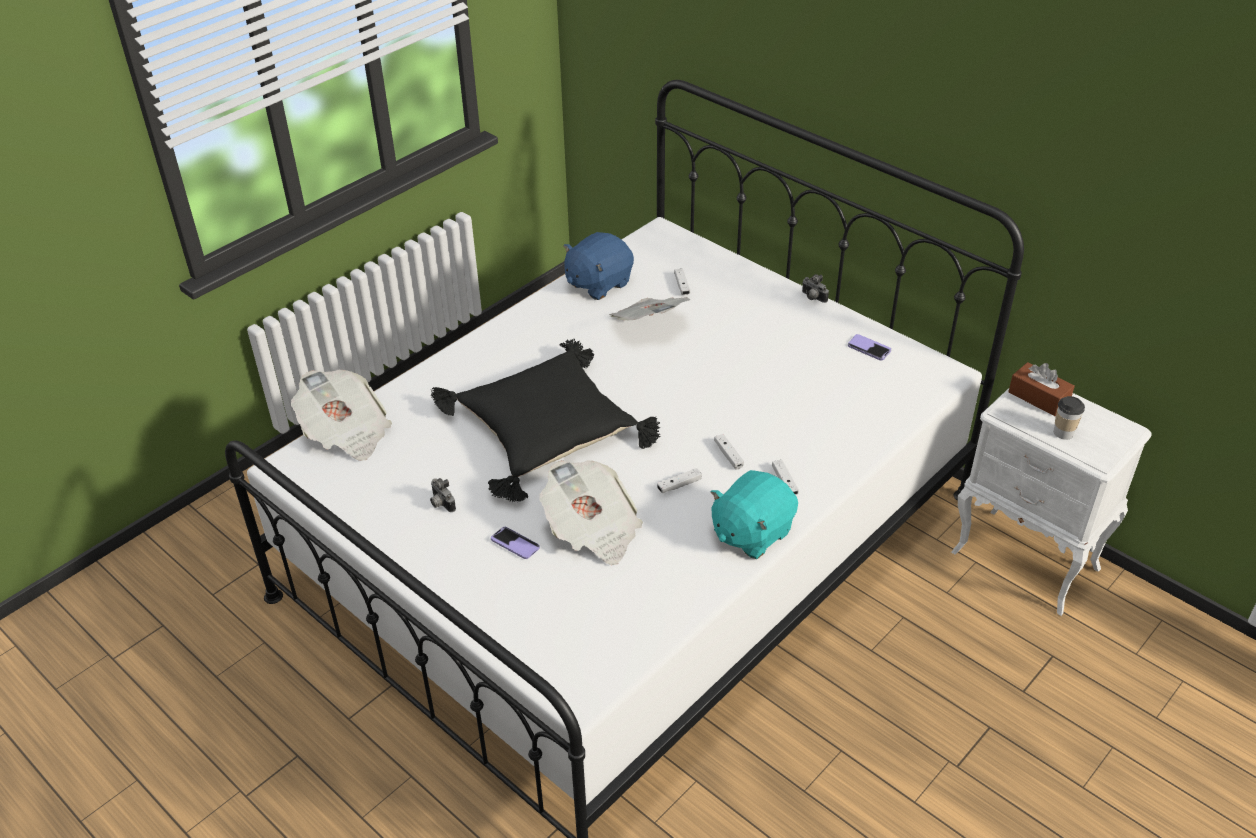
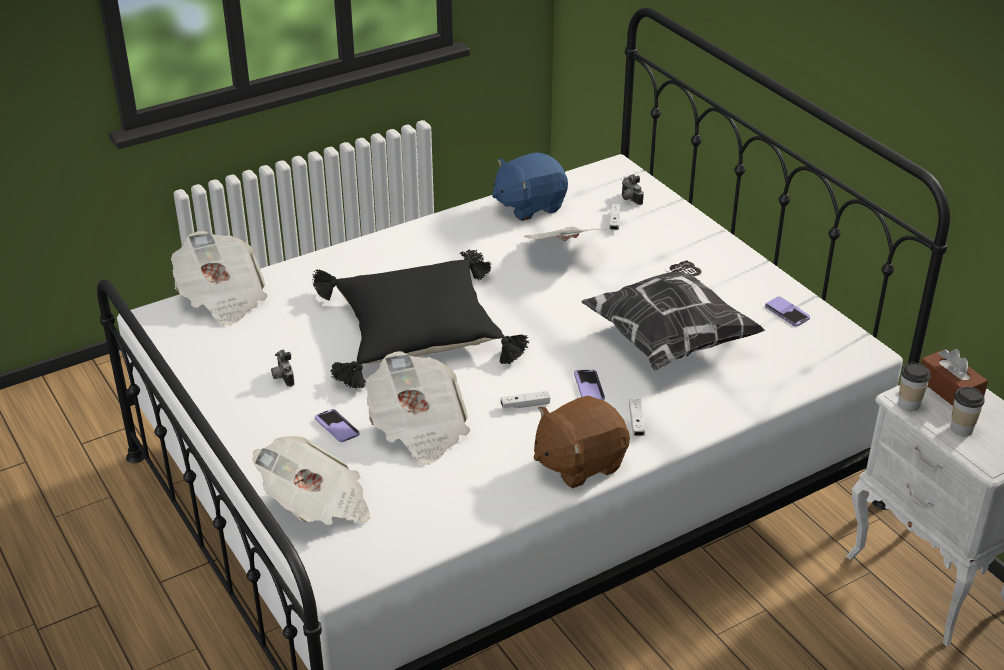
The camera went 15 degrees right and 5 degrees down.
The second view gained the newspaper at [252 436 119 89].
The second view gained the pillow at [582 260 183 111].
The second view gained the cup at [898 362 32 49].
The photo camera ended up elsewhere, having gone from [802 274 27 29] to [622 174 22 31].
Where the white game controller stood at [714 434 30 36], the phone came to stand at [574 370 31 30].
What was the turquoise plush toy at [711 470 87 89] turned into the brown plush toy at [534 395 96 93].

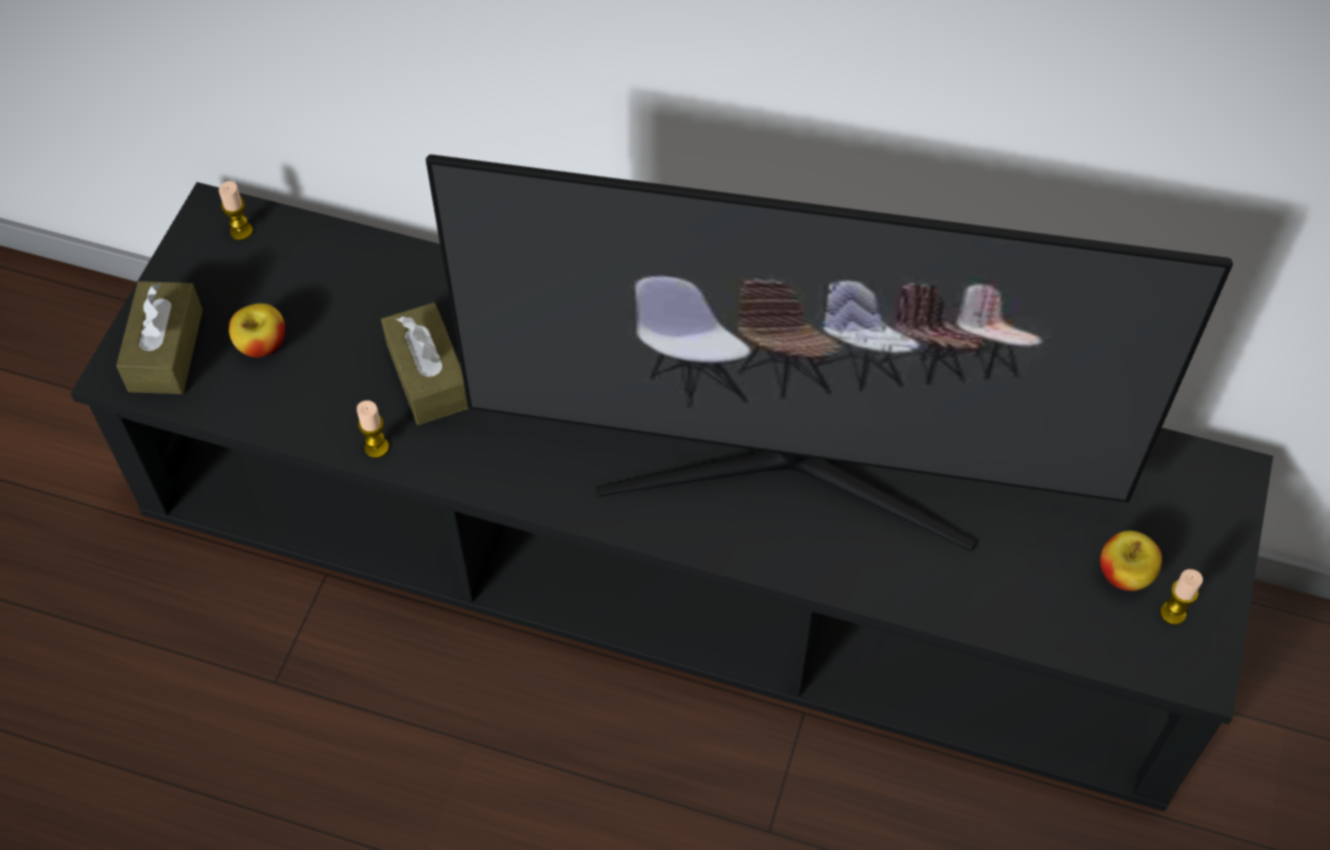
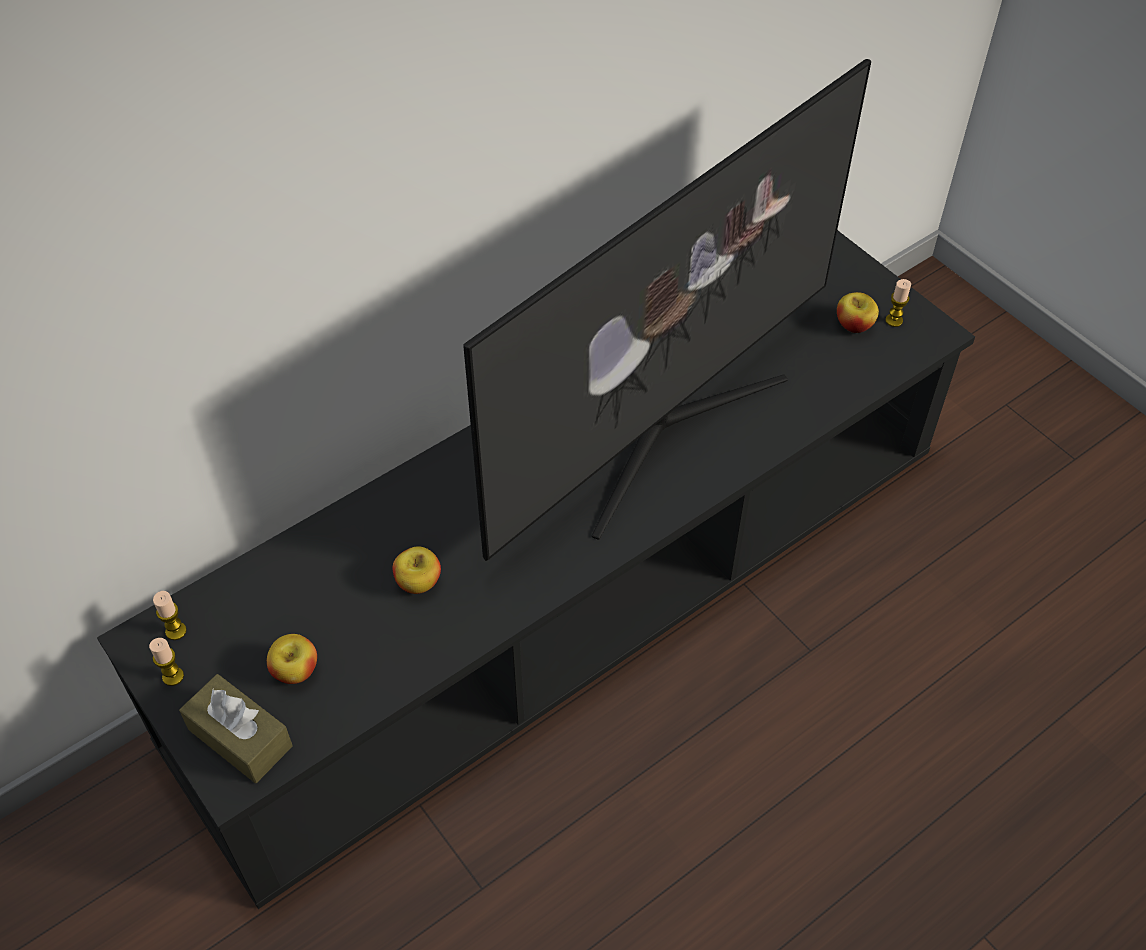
The camera went 55 degrees left and 5 degrees down.
The candle ended up elsewhere, having gone from [357 400 32 58] to [149 638 35 48].
Where the brown tissue box stood at [381 302 88 123], the apple came to stand at [393 547 48 47].

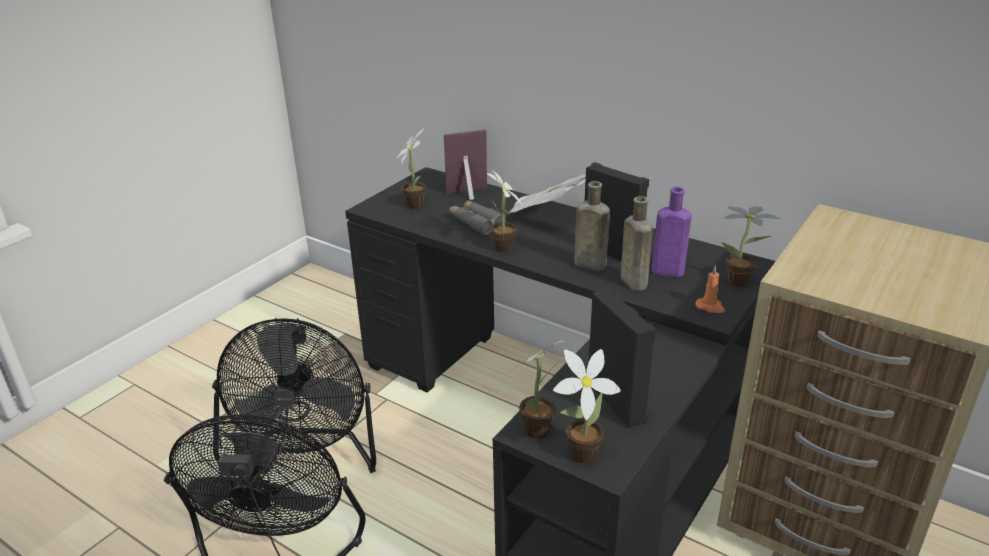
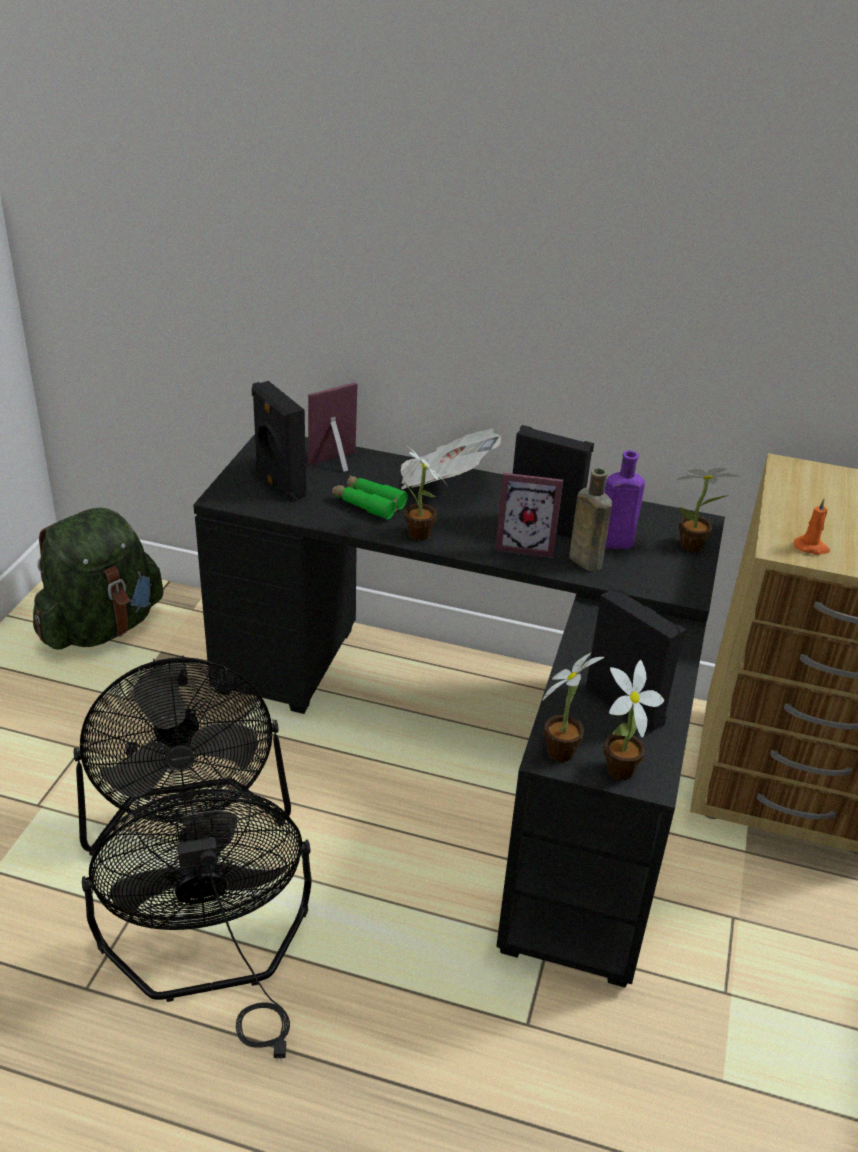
The camera went 20 degrees left and 5 degrees up.
The second view gained the green backpack at [33 507 131 143].
The orange candle ended up elsewhere, having gone from [695 265 30 48] to [794 499 36 56].
Where the potted plant stood at [396 128 30 81], the black speaker came to stand at [252 381 54 121].
Where the brown bottle stood at [574 181 36 90], the picture frame came to stand at [495 473 68 85].
What was the grey binoculars at [449 201 57 34] turned into the green binoculars at [332 475 75 45].

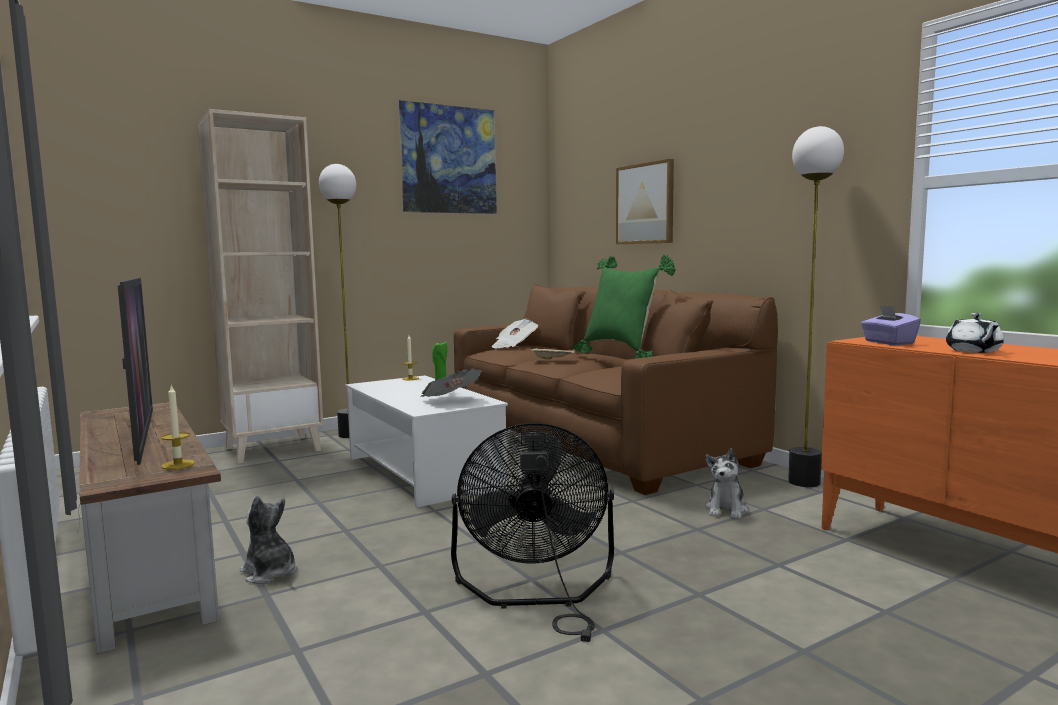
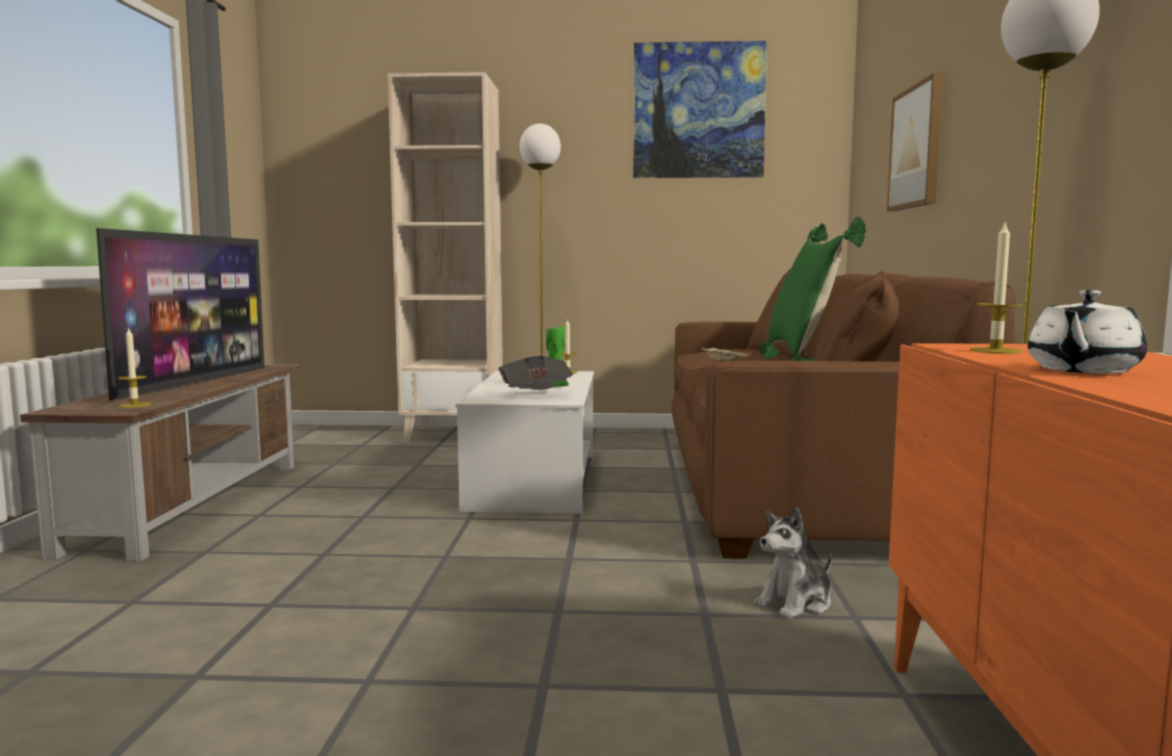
The camera went 35 degrees right and 0 degrees up.
The second view lost the plush toy at [240 496 57 88].
The second view lost the black fan at [451 423 163 219].
The second view lost the newspaper at [491 319 47 29].
Where the purple tissue box stood at [861 305 60 40], the candle came to stand at [970 220 53 134].

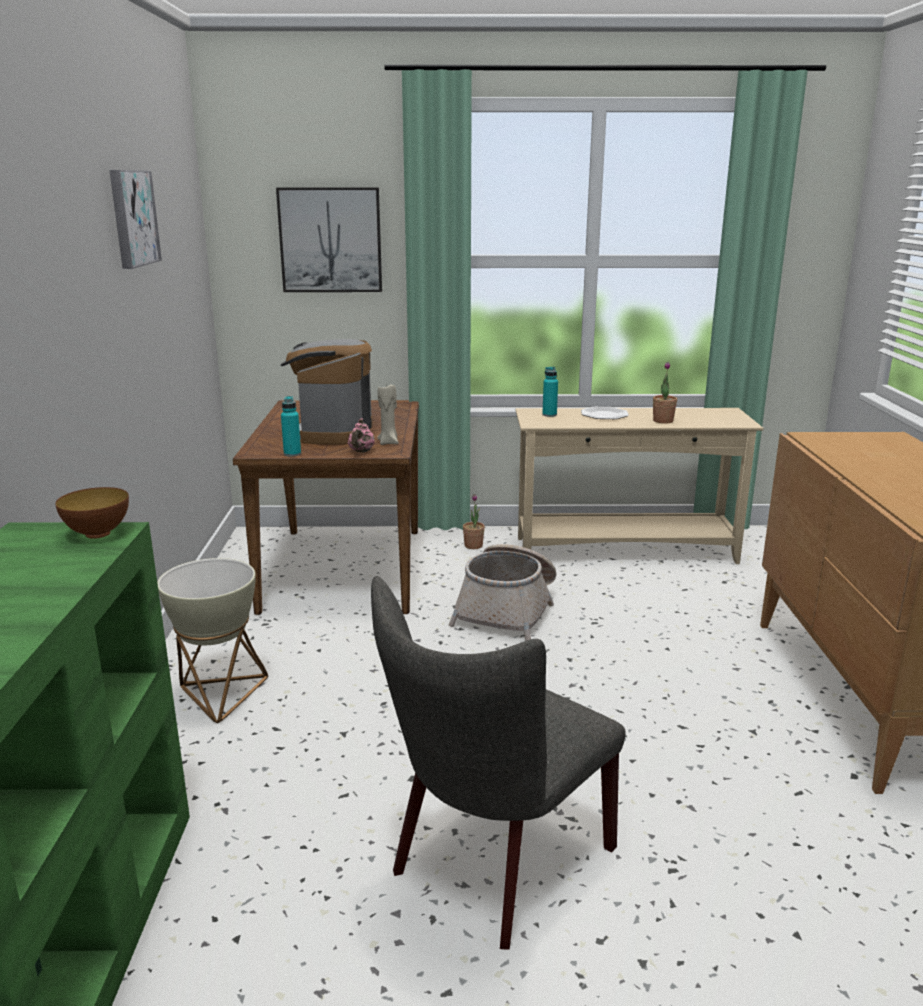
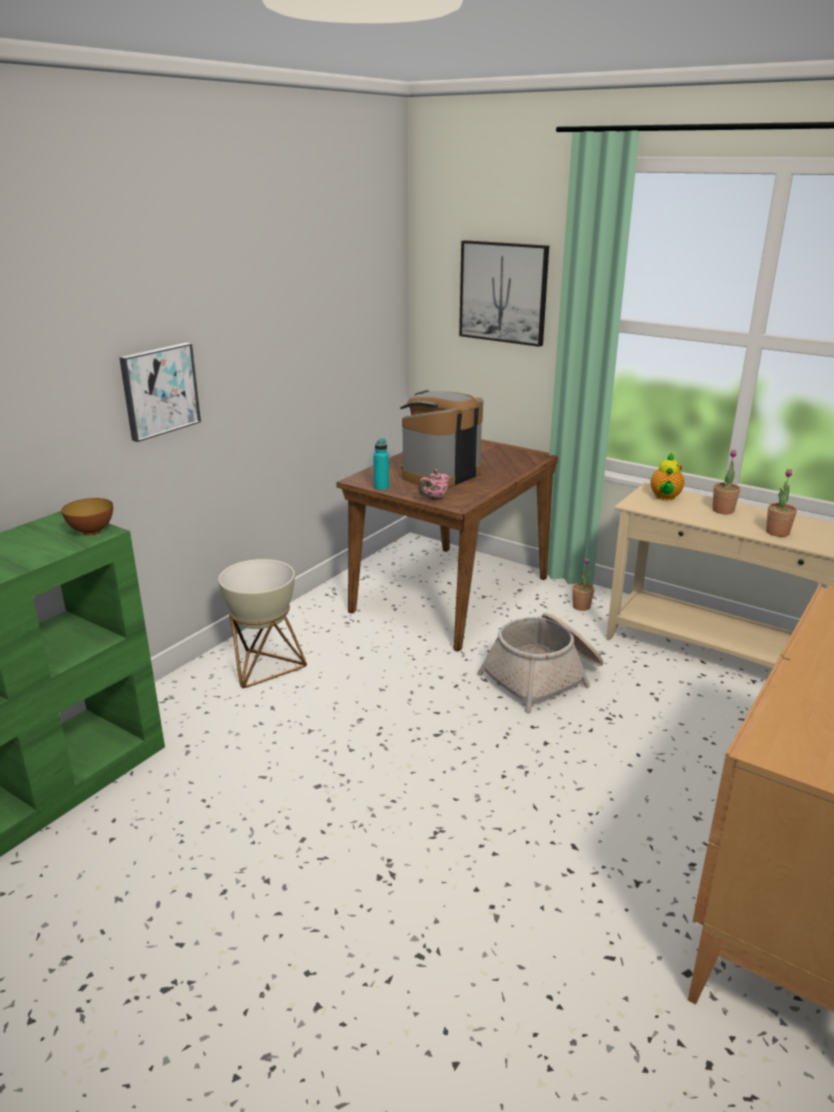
The camera went 35 degrees right and 5 degrees up.
The second view lost the grey chair at [371 576 254 374].
The second view lost the beige candle at [377 382 22 63].
The picture ended up elsewhere, having gone from [109 170 53 99] to [119 343 82 99].
Where the turquoise bottle stood at [542 367 16 50], the teapot came to stand at [650 453 34 48].
Where the plate stood at [581 407 48 12], the potted plant came to stand at [712 450 28 64].

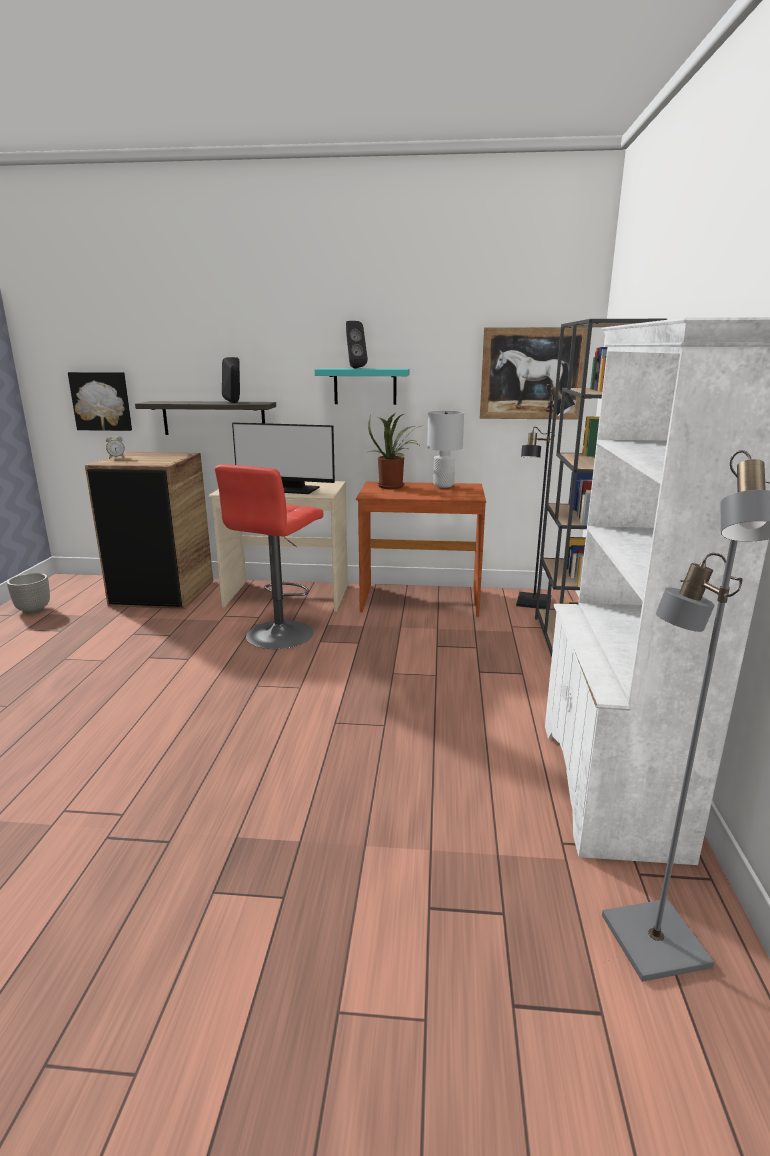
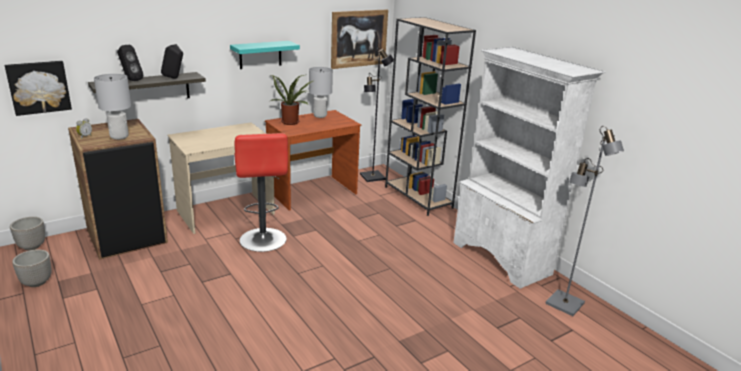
The camera went 40 degrees left and 5 degrees up.
The second view lost the monitor at [232 422 103 72].
The second view gained the planter at [10 217 35 33].
The second view gained the grey table lamp at [94 74 37 66].
The black speaker ended up elsewhere, having gone from [346 321 22 48] to [117 45 27 36].

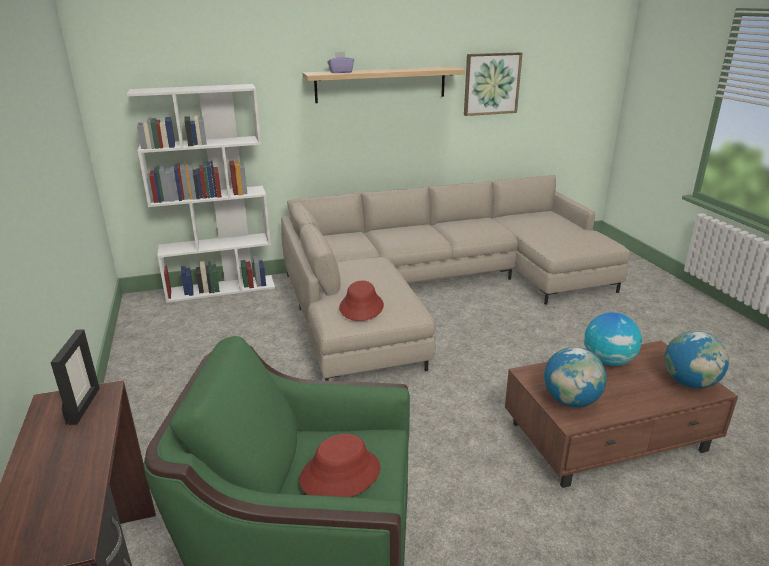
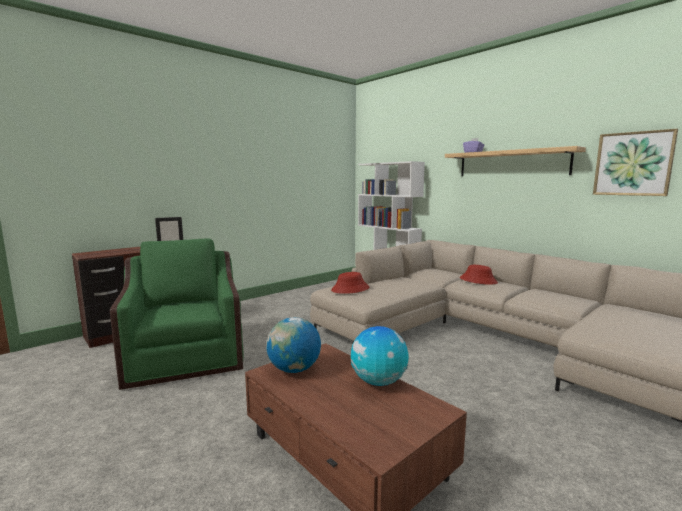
The camera went 65 degrees right and 15 degrees down.
The second view lost the globe at [664 331 65 58].
The red hat ended up elsewhere, having gone from [299 434 82 63] to [460 265 38 20].

